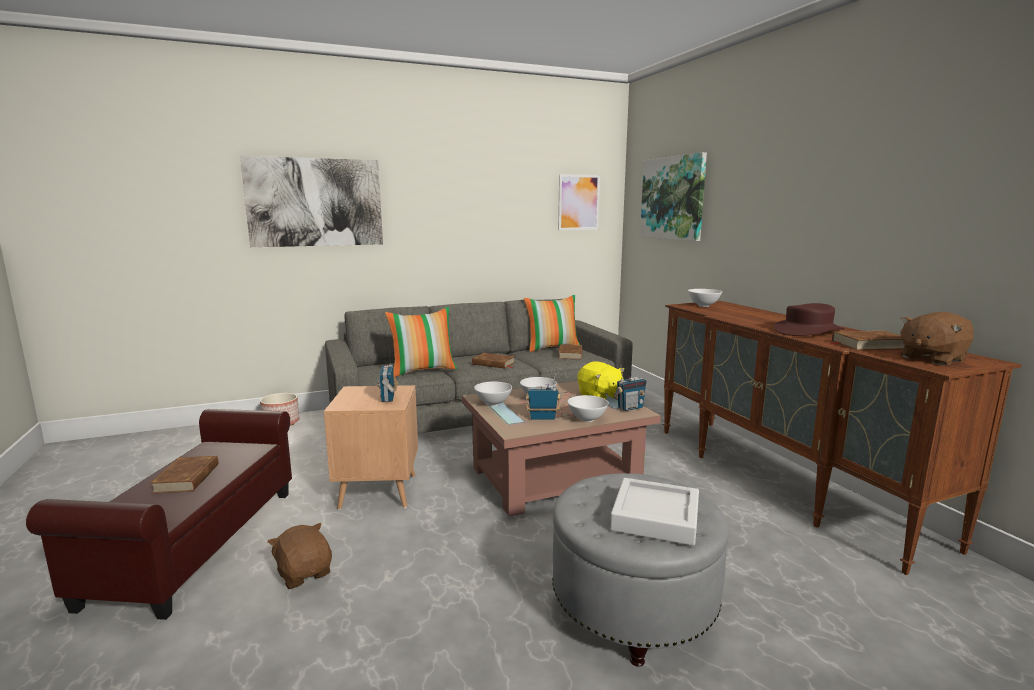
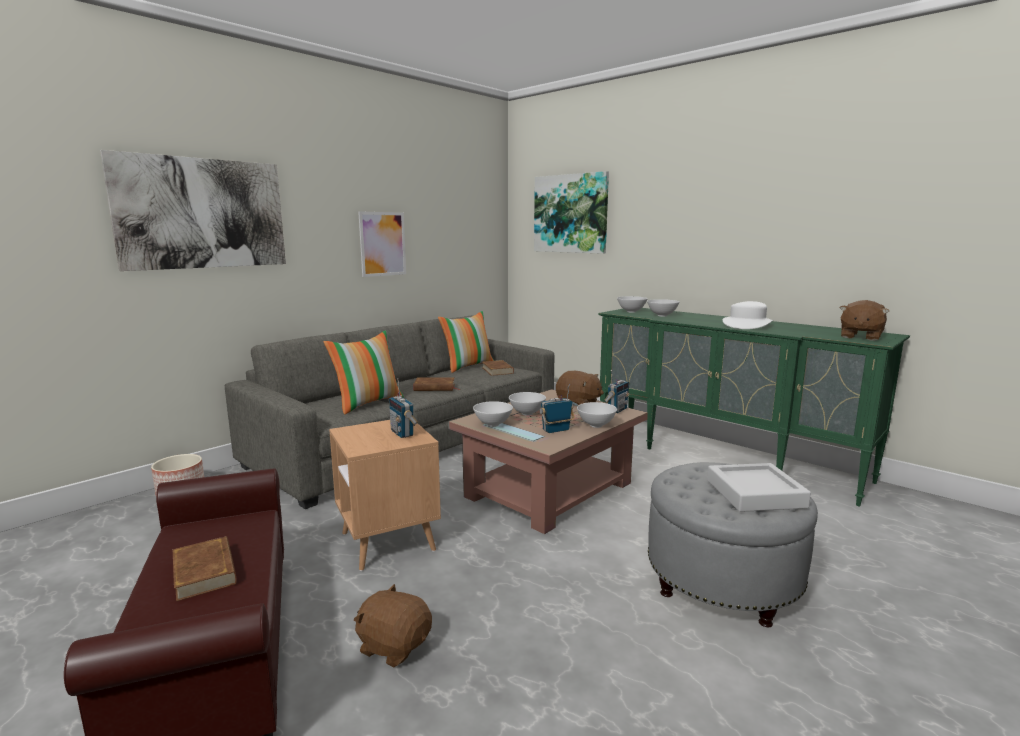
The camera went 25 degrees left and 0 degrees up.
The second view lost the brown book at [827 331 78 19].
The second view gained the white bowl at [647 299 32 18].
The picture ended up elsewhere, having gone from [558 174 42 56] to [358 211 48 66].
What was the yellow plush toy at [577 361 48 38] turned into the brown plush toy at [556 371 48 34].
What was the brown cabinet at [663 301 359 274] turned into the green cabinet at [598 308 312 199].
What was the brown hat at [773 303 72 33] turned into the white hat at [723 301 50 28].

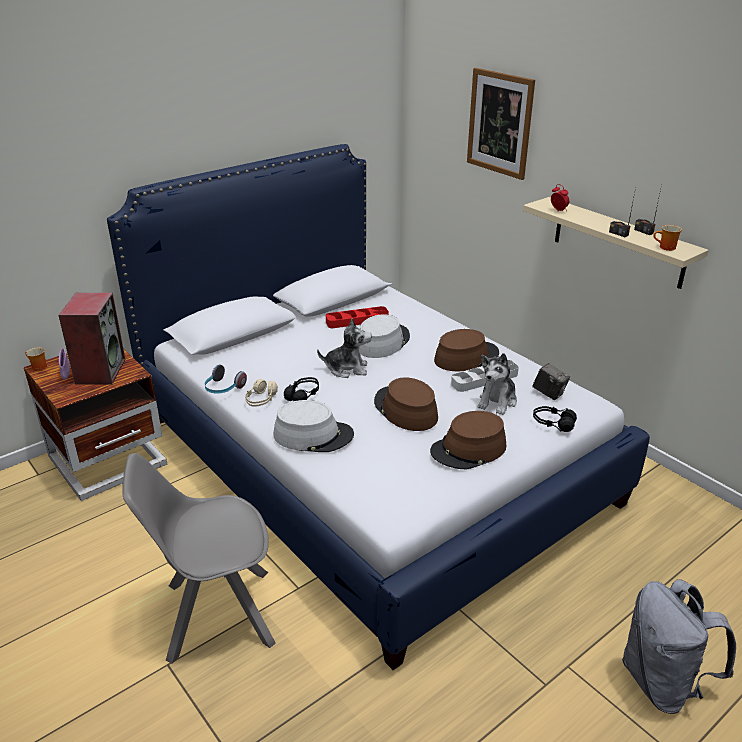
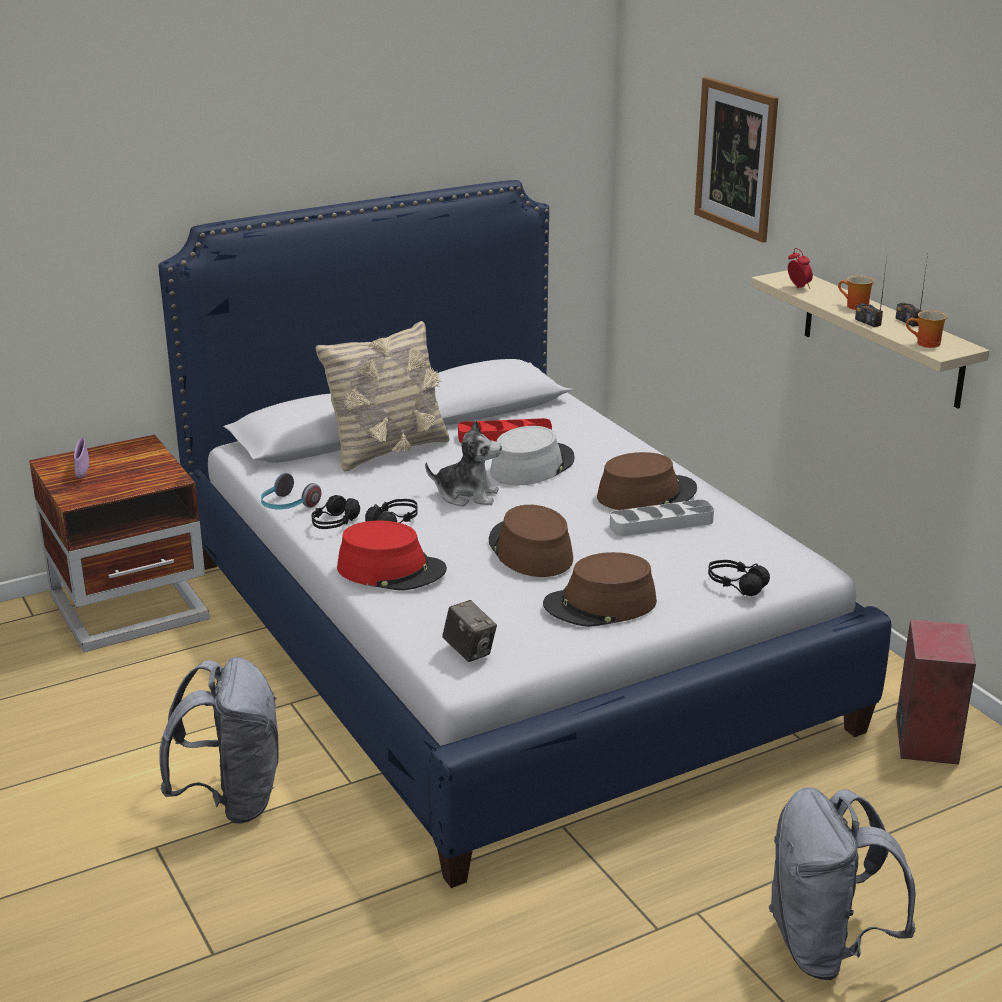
The camera went 10 degrees right and 5 degrees down.
The second view lost the plush toy at [478 353 39 62].
The second view gained the beige pillow at [316 321 133 150].
The mug ended up elsewhere, having gone from [25 347 22 24] to [838 276 36 34].
The speaker ended up elsewhere, having gone from [58 293 68 91] to [896 619 80 145].
The photo camera ended up elsewhere, having gone from [532 363 38 37] to [442 600 55 62].
Where the grey chair stood at [122 453 154 211], the grey backpack came to stand at [159 657 120 167].
What was the beige headphones at [245 379 33 28] turned into the black headphones at [311 495 49 34].
What was the grey hat at [273 400 81 52] turned into the red hat at [337 521 110 69].

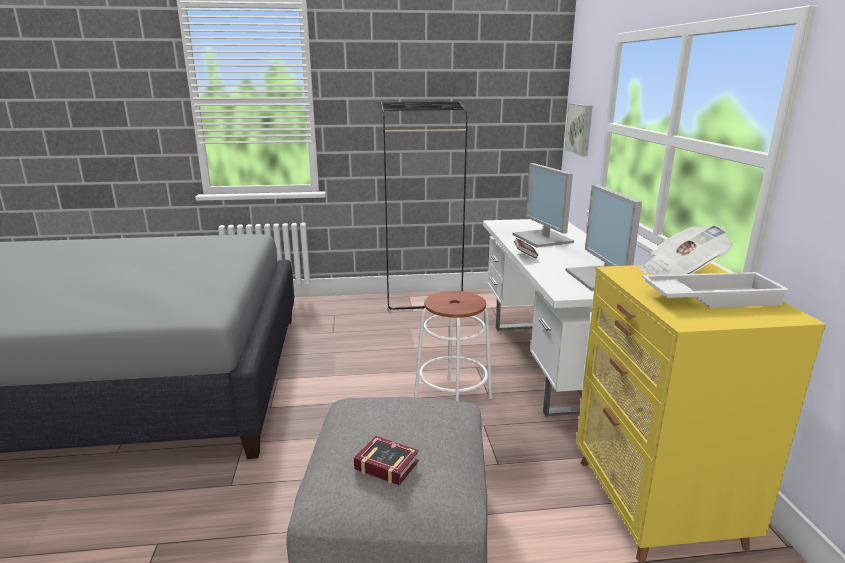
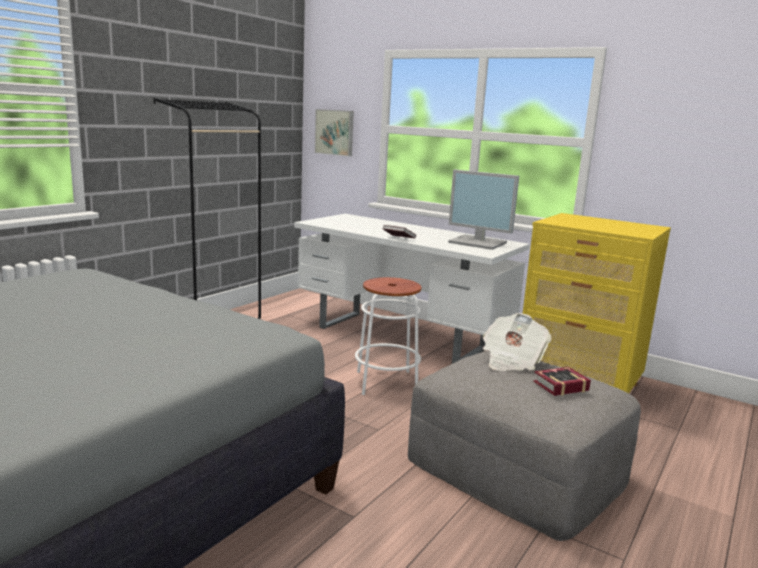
The camera went 50 degrees left and 5 degrees down.
The second view lost the monitor at [512 163 62 84].
The second view lost the white tray at [642 272 148 36].
The newspaper ended up elsewhere, having gone from [640 225 93 50] to [482 313 69 58].

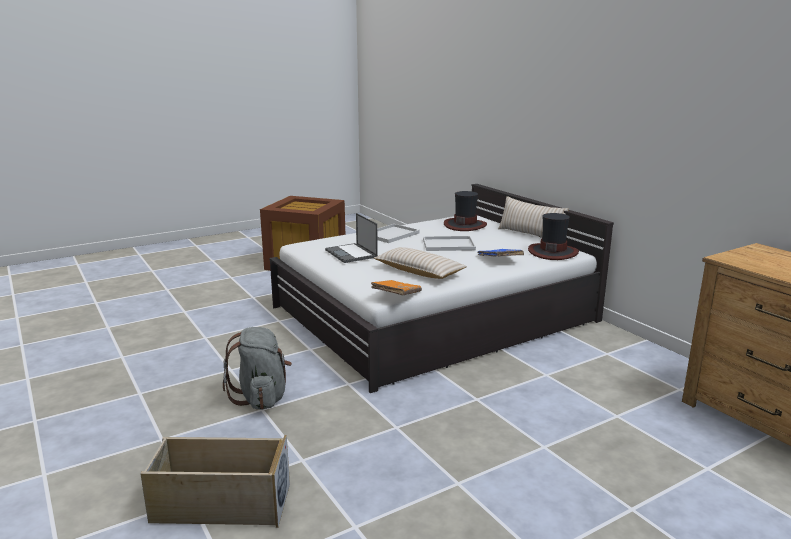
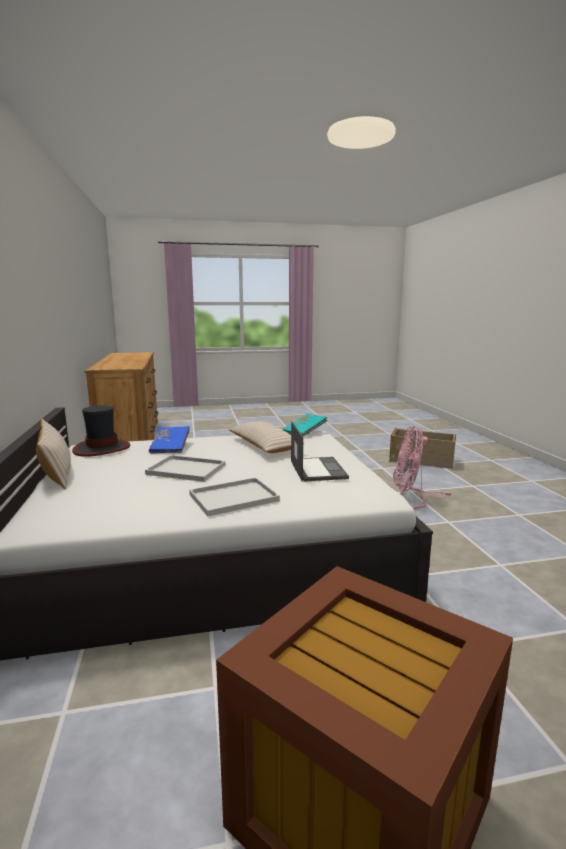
The camera went 160 degrees left and 5 degrees down.
The second view lost the hat at [444 191 43 40].
Where the grey backpack stood at [223 327 69 83], the pink fan came to stand at [393 426 59 83].
What was the orange book at [371 280 51 15] turned into the turquoise book at [283 414 44 23].

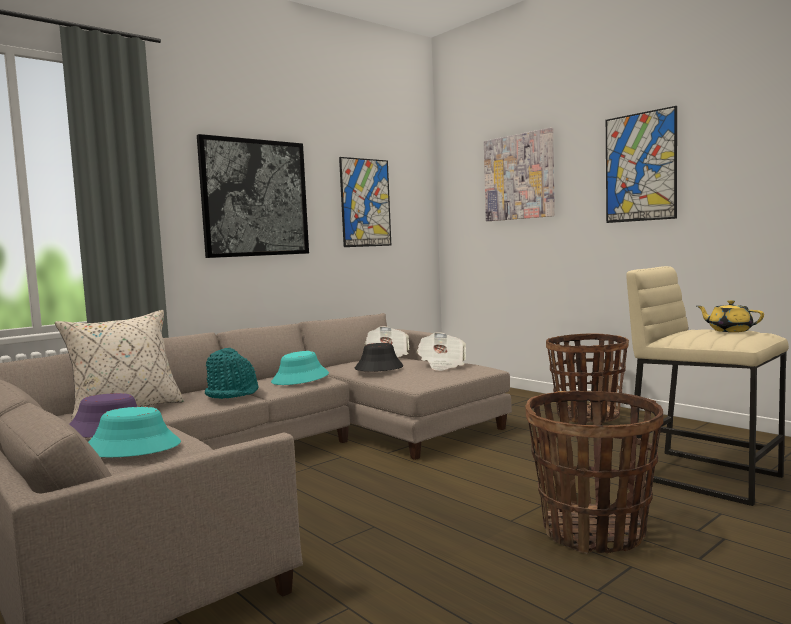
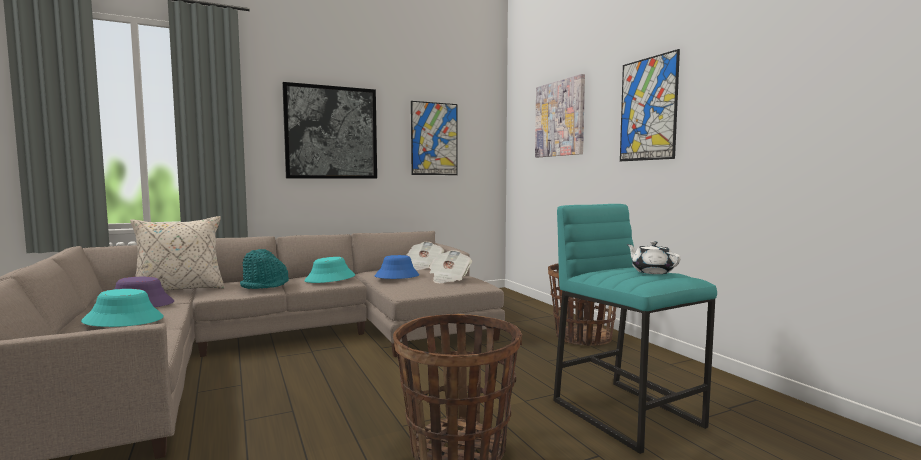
The camera went 15 degrees right and 0 degrees up.
What was the black hat at [355 343 49 28] turned into the blue hat at [375 255 44 24].
What was the beige stool at [627 266 162 240] turned into the turquoise stool at [553 204 164 250].
What was the yellow teapot at [697 300 67 32] turned into the white teapot at [627 241 54 33].

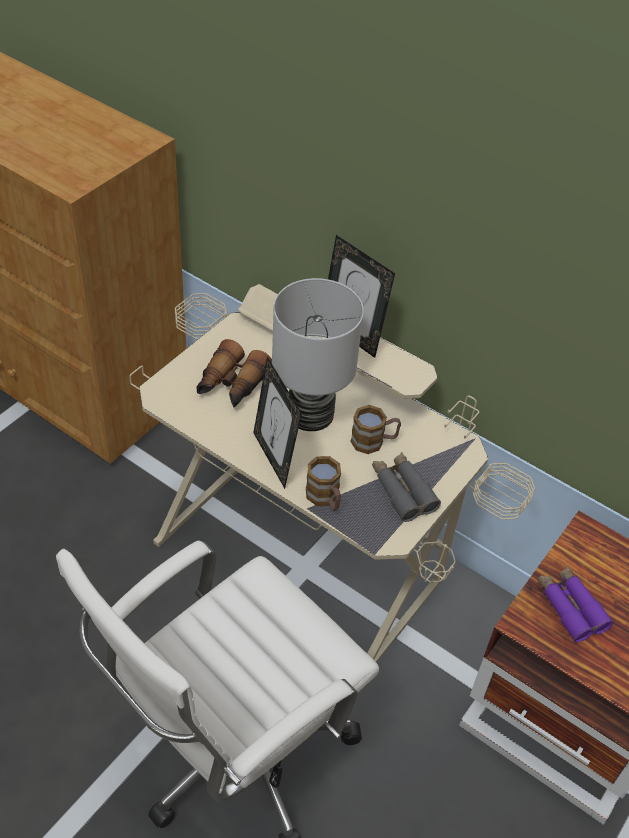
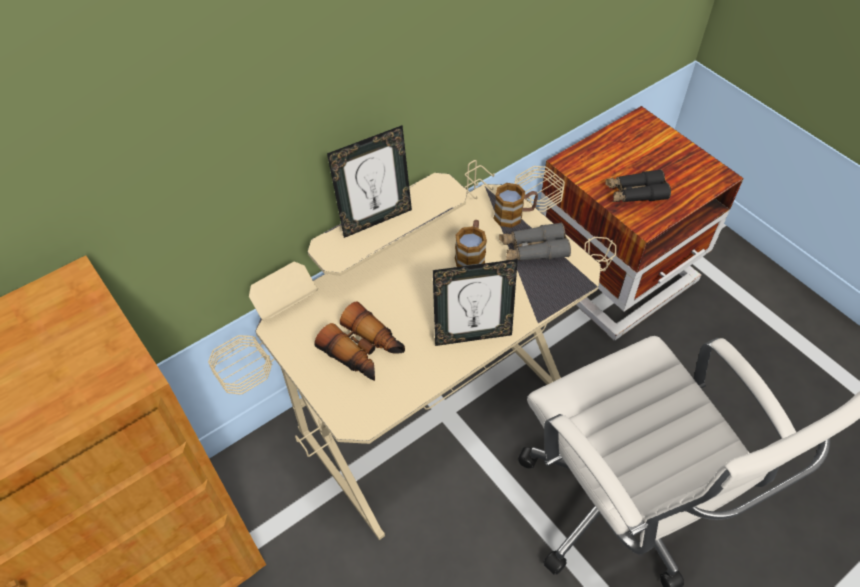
The camera went 70 degrees left and 5 degrees up.
The second view lost the grey table lamp at [272 278 92 153].
The mug ended up elsewhere, having gone from [306 456 35 55] to [493 183 45 45].
What was the purple binoculars at [538 566 75 77] turned into the black binoculars at [605 169 66 33].

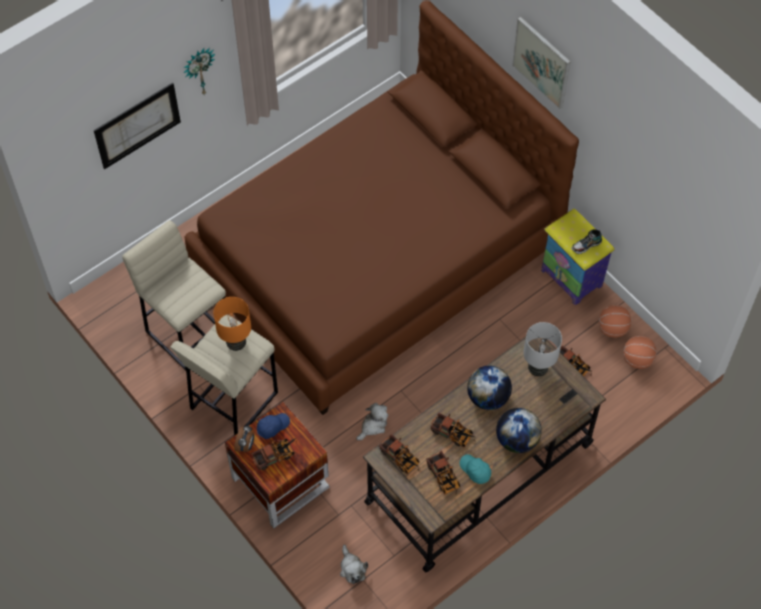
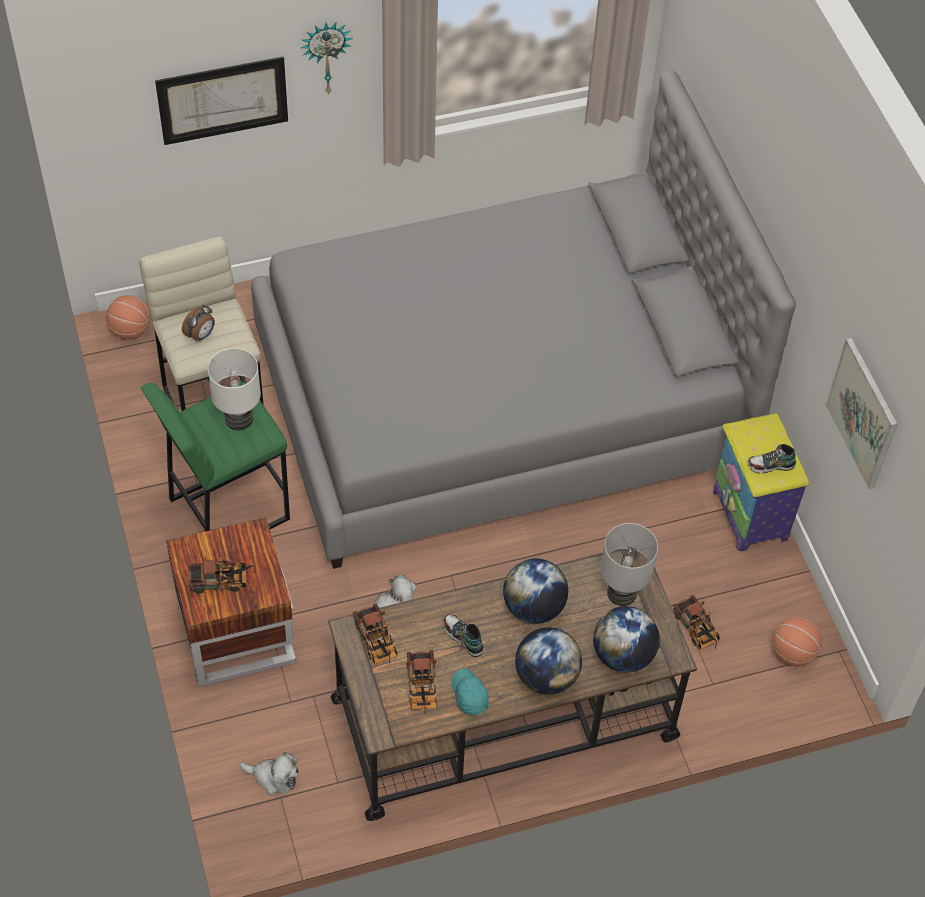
The camera went 20 degrees right and 5 degrees down.
The second view lost the blue cap at [257 413 33 26].
The second view gained the globe at [593 606 67 67].
The alarm clock ended up elsewhere, having gone from [234 426 20 26] to [182 305 33 37].
The picture ended up elsewhere, having gone from [512 17 59 92] to [826 338 71 151].
The basketball ended up elsewhere, having gone from [599 305 32 33] to [106 295 45 45].
Where the toy truck stood at [430 413 46 35], the shoe came to stand at [443 614 41 43].
What was the beige stool at [170 315 108 121] turned into the green stool at [140 382 150 149].
What was the brown bed at [185 1 394 414] turned into the grey bed at [251 70 545 499].
What was the orange table lamp at [213 297 38 54] turned into the white table lamp at [208 348 53 83].
The plush toy at [340 545 28 39] ended up facing another way, 75 degrees counterclockwise from before.

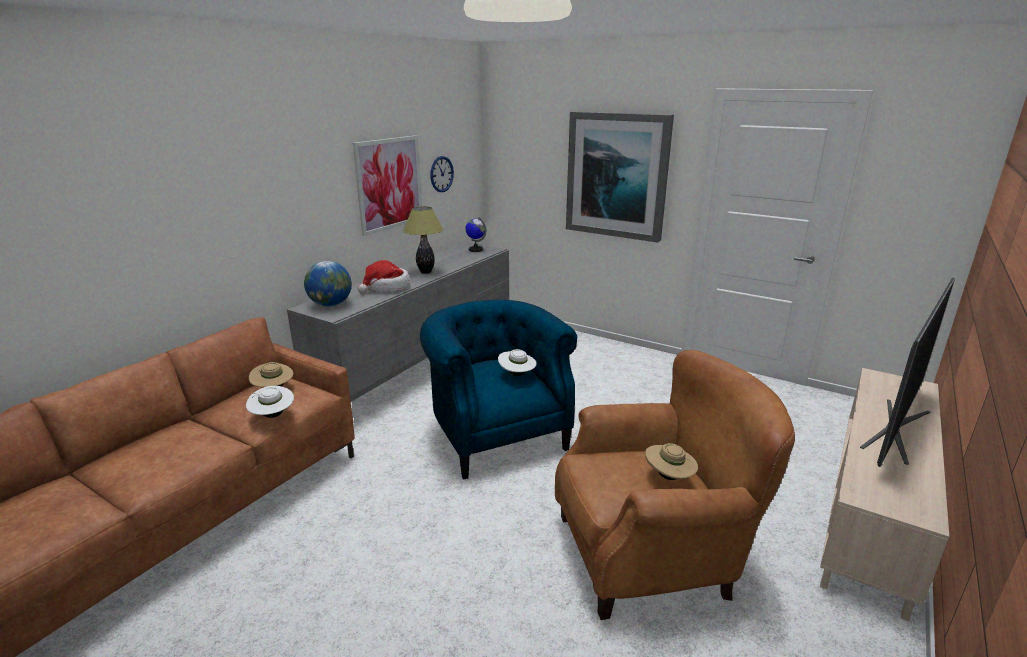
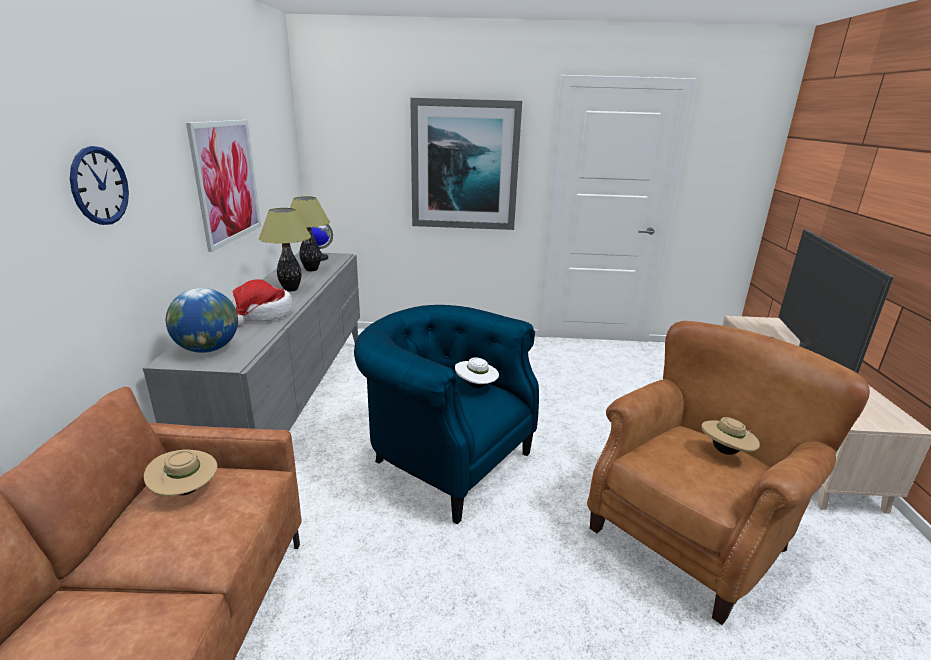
The camera went 30 degrees left and 0 degrees up.
The second view lost the white hat at [246 386 48 32].
The second view gained the table lamp at [290 196 40 75].
The wall clock ended up elsewhere, having gone from [430 156 24 36] to [70 146 59 79].

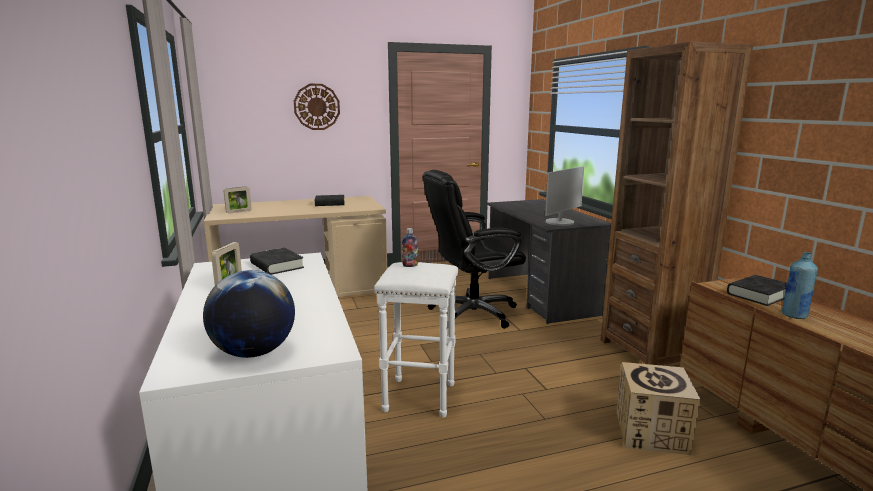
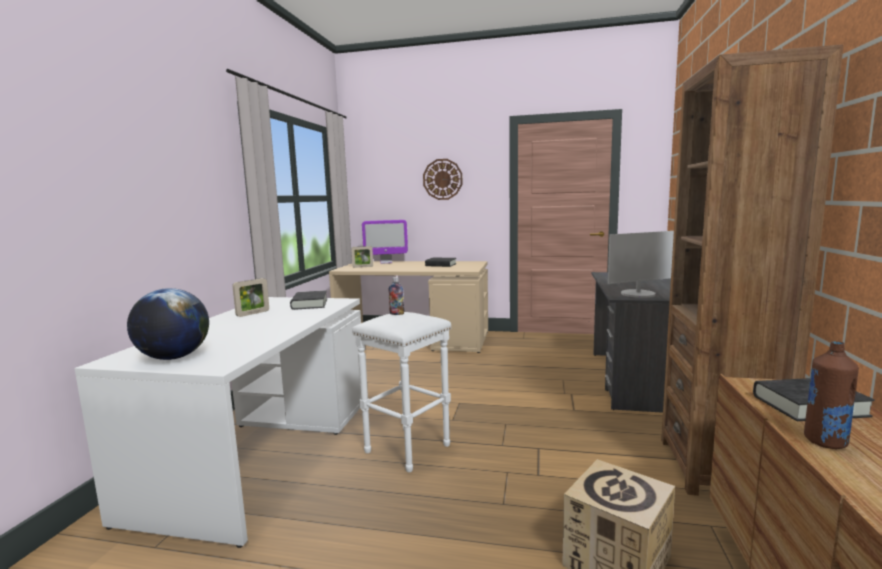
The camera went 30 degrees right and 5 degrees down.
The second view lost the black office chair at [423 170 103 159].
The second view gained the monitor at [362 220 46 44].
What was the blue bottle at [782 252 36 67] turned into the brown bottle at [804 341 55 108].

